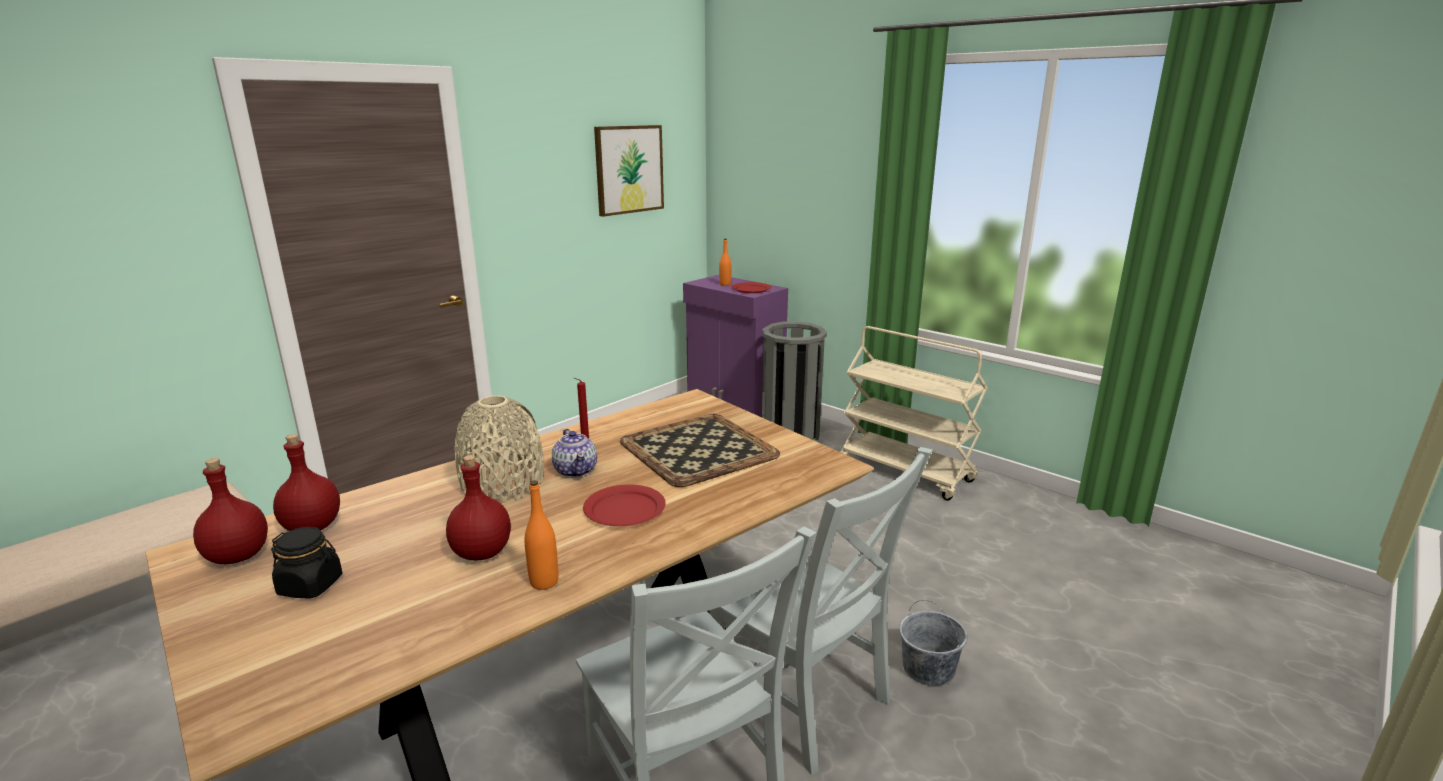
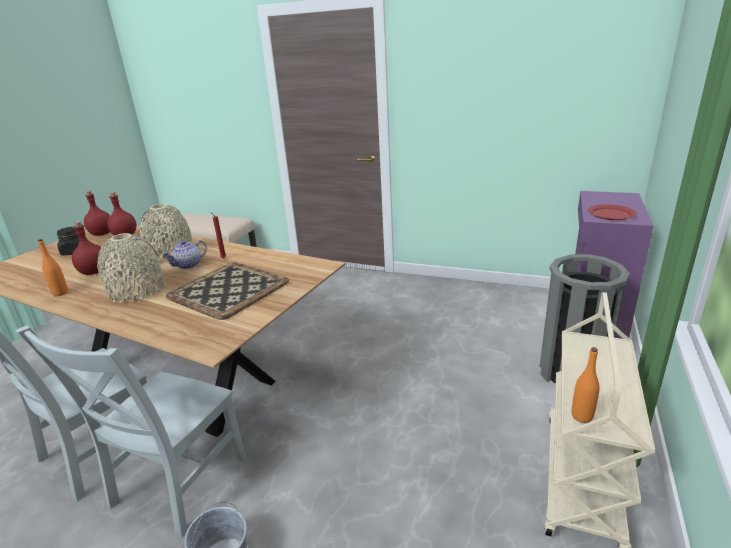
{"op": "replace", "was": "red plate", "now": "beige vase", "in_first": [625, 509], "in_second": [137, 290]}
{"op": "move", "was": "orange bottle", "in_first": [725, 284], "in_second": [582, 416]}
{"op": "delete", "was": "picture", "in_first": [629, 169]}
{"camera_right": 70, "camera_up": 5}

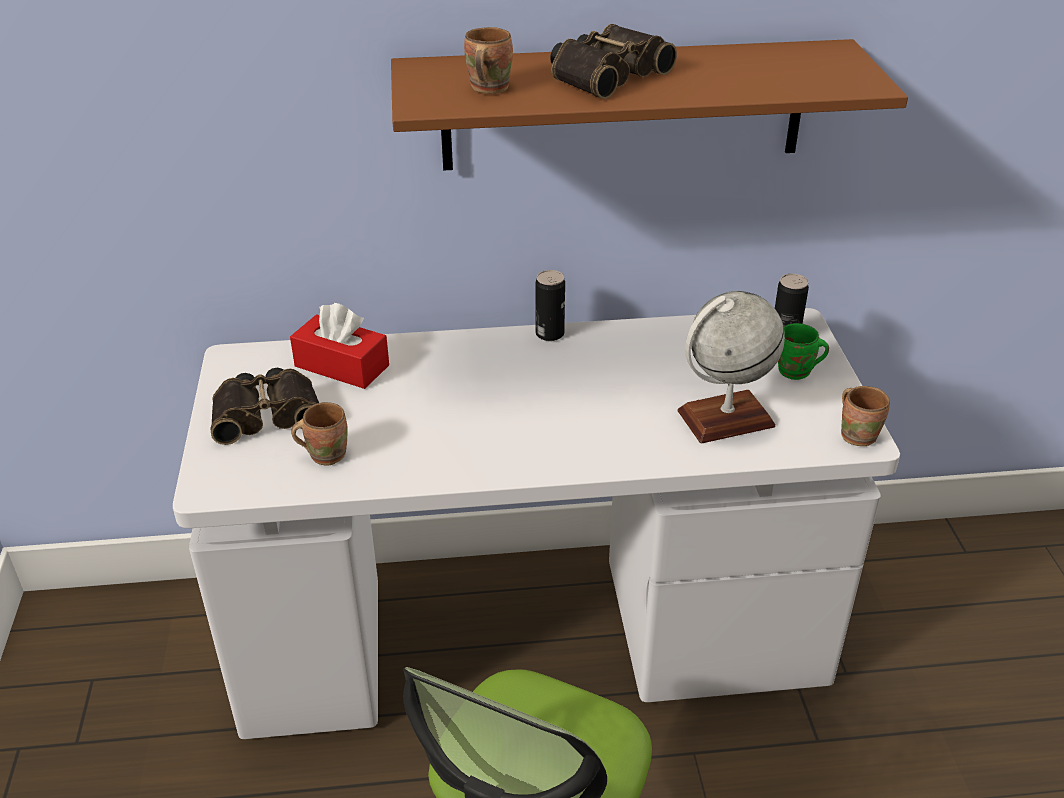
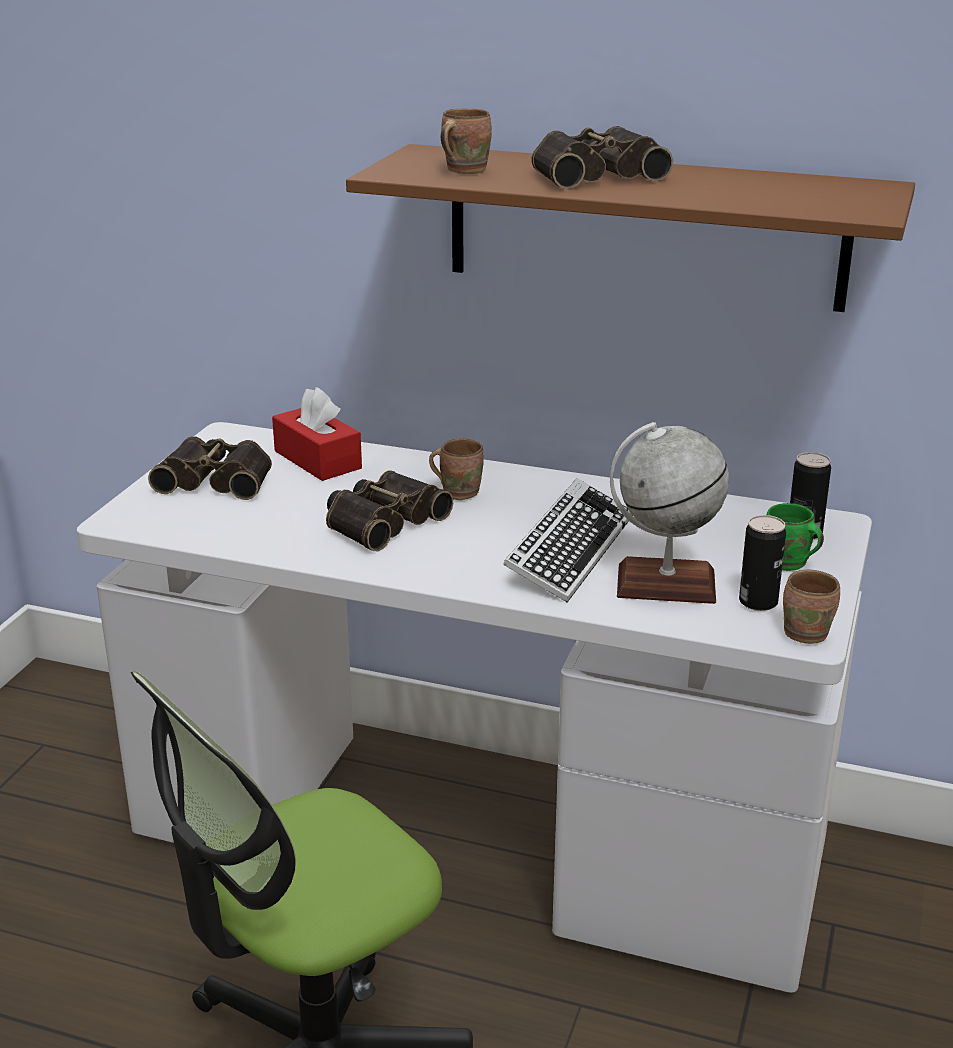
{"op": "insert", "now": "binoculars", "in_second": [382, 521]}
{"op": "move", "was": "brown mug", "in_first": [325, 454], "in_second": [459, 492]}
{"op": "insert", "now": "keyboard", "in_second": [569, 550]}
{"op": "move", "was": "can", "in_first": [549, 334], "in_second": [758, 602]}
{"camera_right": 25, "camera_up": -10}

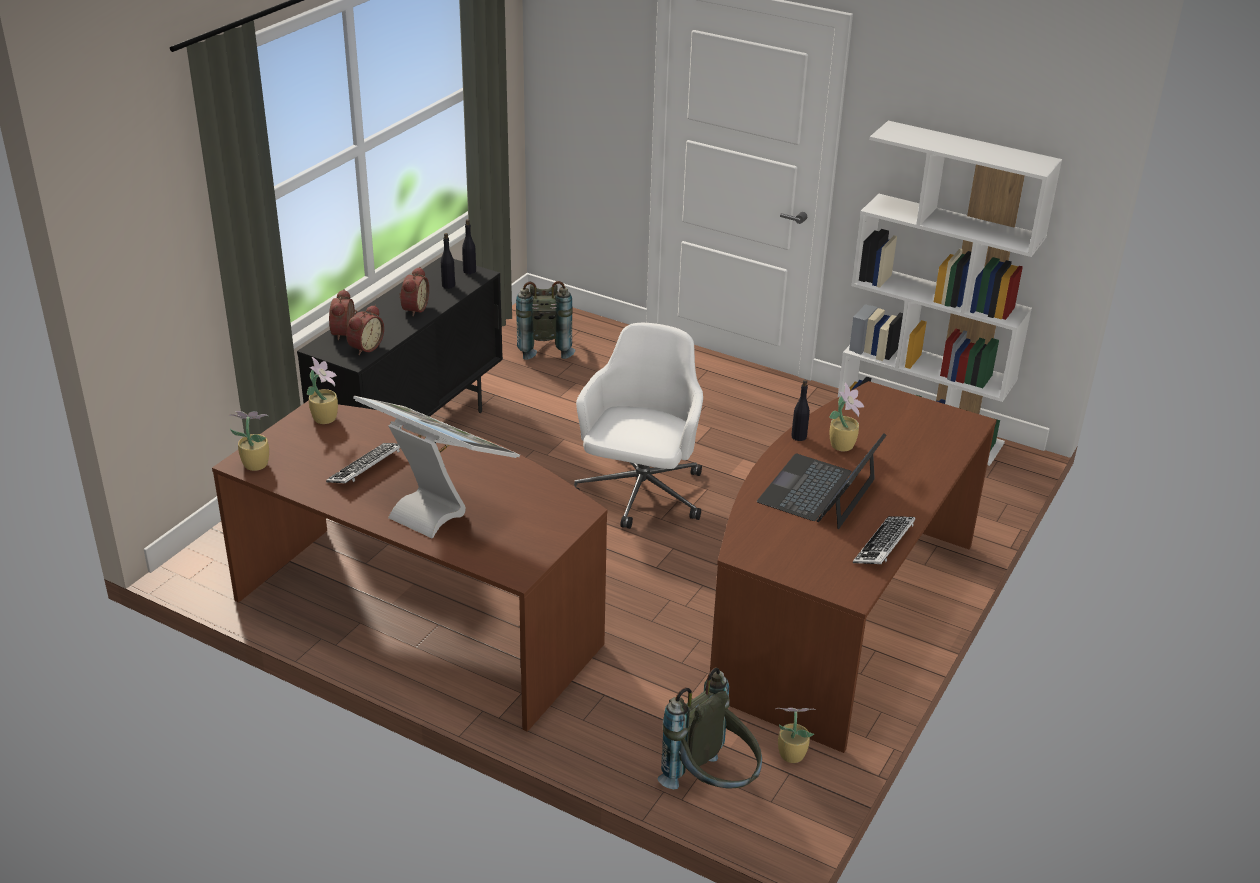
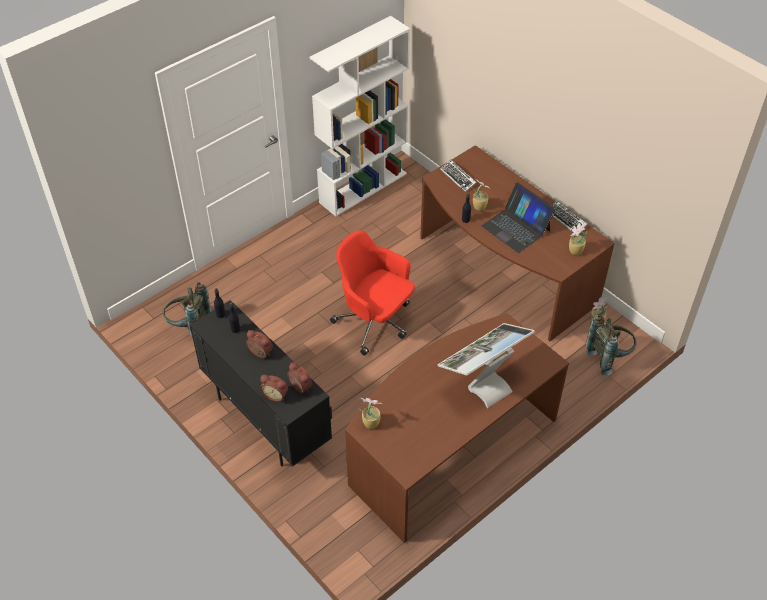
{"op": "recolor", "was": "white office chair", "now": "red office chair", "in_first": [640, 495], "in_second": [375, 322]}
{"op": "move", "was": "keyboard", "in_first": [366, 468], "in_second": [458, 177]}
{"op": "move", "was": "potted plant", "in_first": [254, 464], "in_second": [575, 251]}
{"camera_right": -70, "camera_up": 15}

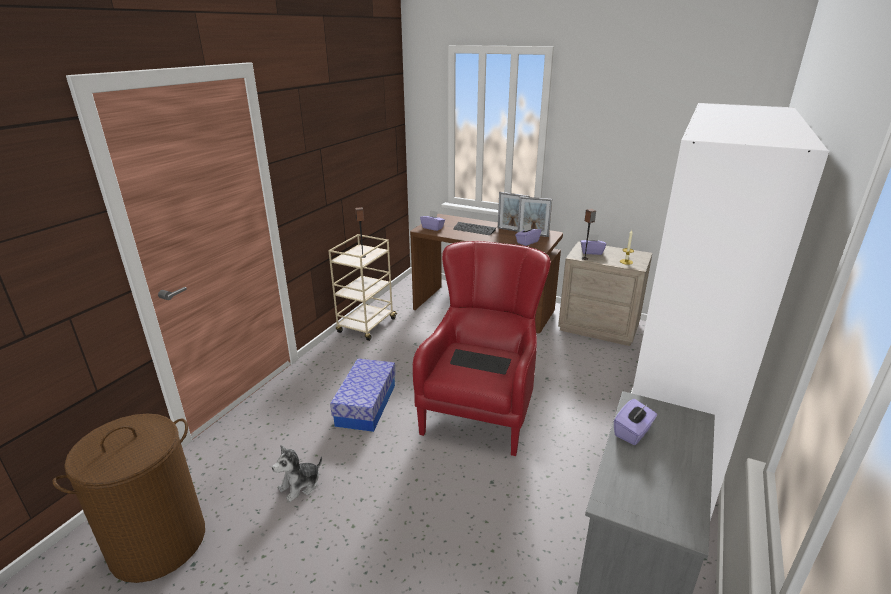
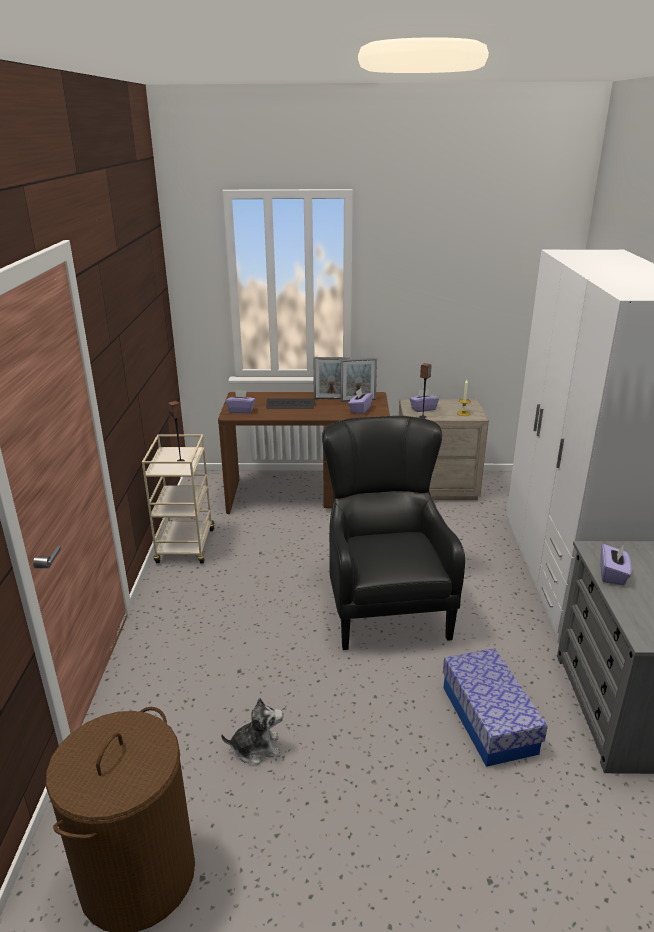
{"op": "rotate", "was": "plush toy", "in_first": [300, 485], "in_second": [256, 748], "clockwise": -120}
{"op": "recolor", "was": "red armchair", "now": "black armchair", "in_first": [481, 408], "in_second": [384, 603]}
{"op": "move", "was": "storage box", "in_first": [366, 405], "in_second": [488, 719]}
{"op": "delete", "was": "keyboard", "in_first": [480, 363]}
{"camera_right": -25, "camera_up": 0}

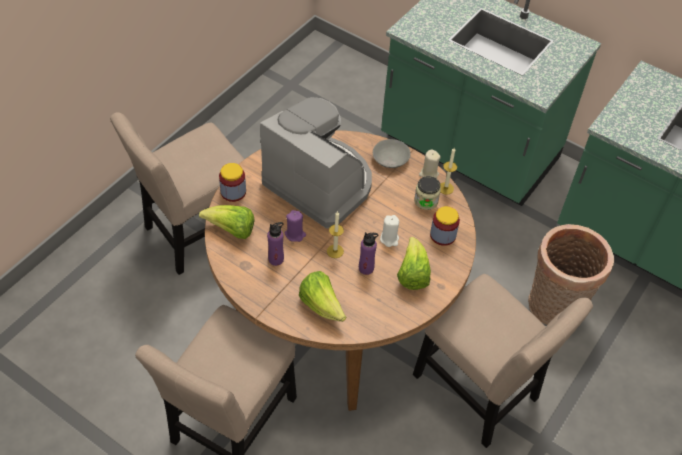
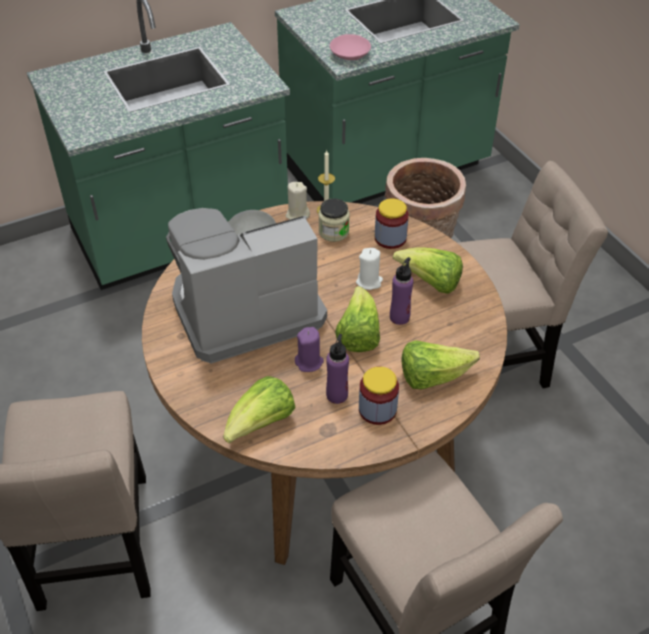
{"op": "insert", "now": "pink bowl", "in_second": [350, 55]}
{"op": "replace", "was": "candle", "now": "lettuce", "in_first": [335, 251], "in_second": [358, 335]}
{"op": "move", "was": "jar", "in_first": [233, 192], "in_second": [377, 409]}
{"camera_right": -60, "camera_up": -5}

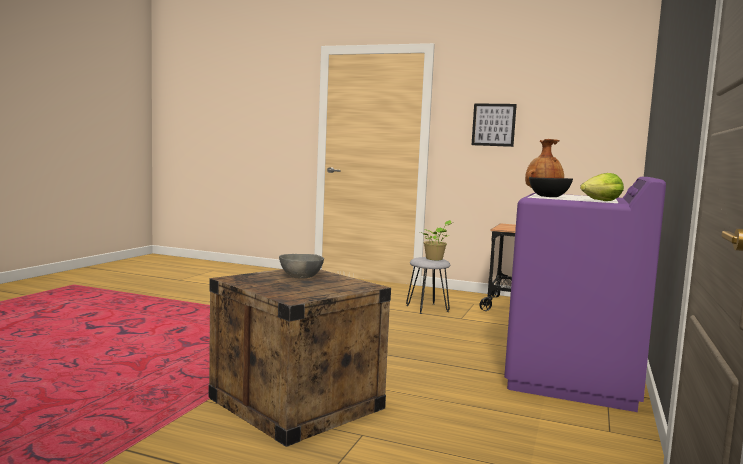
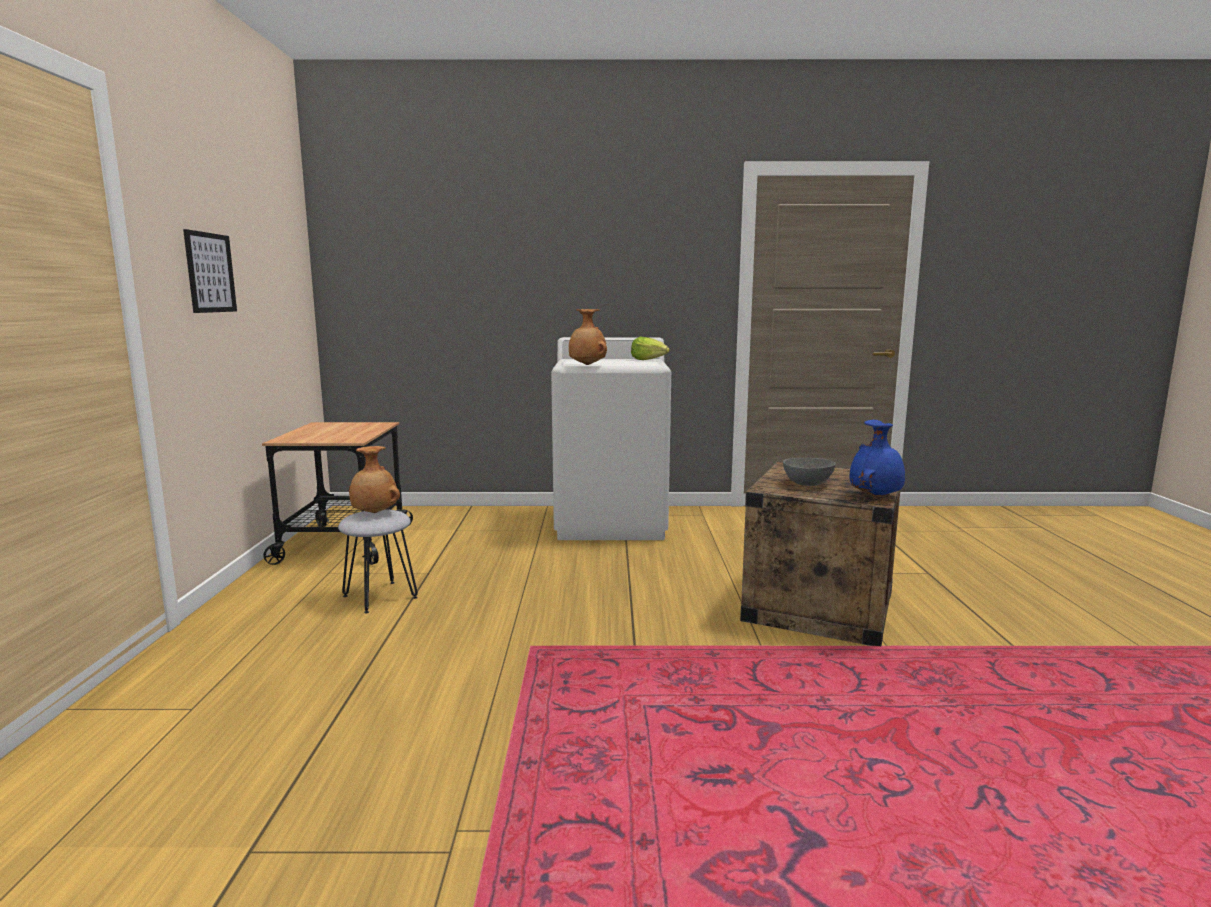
{"op": "replace", "was": "potted plant", "now": "brown vase", "in_first": [435, 259], "in_second": [374, 513]}
{"op": "recolor", "was": "purple washing machine", "now": "white washing machine", "in_first": [572, 380], "in_second": [611, 523]}
{"op": "insert", "now": "blue vase", "in_second": [876, 496]}
{"op": "delete", "was": "black bowl", "in_first": [549, 197]}
{"camera_right": -110, "camera_up": 5}

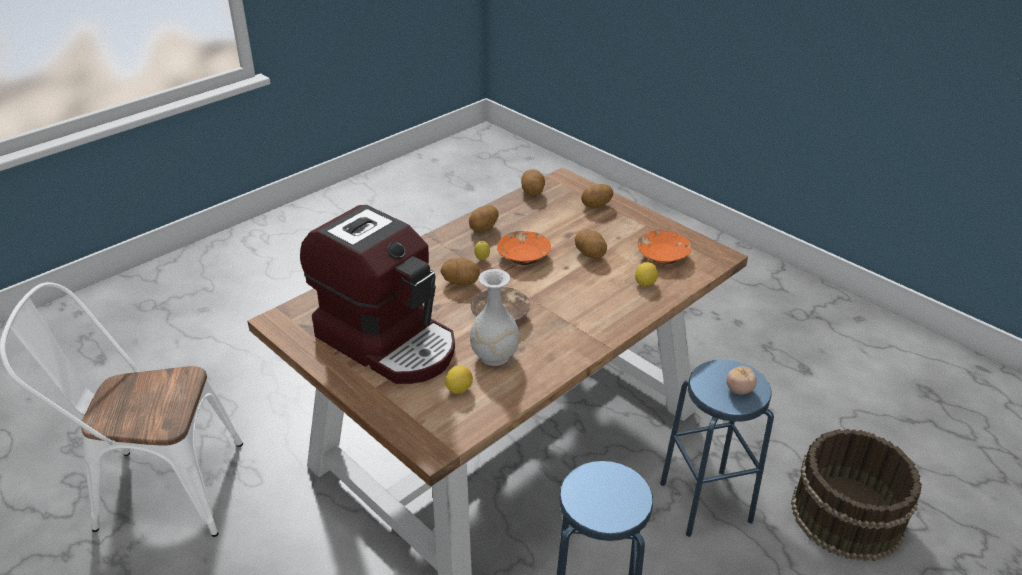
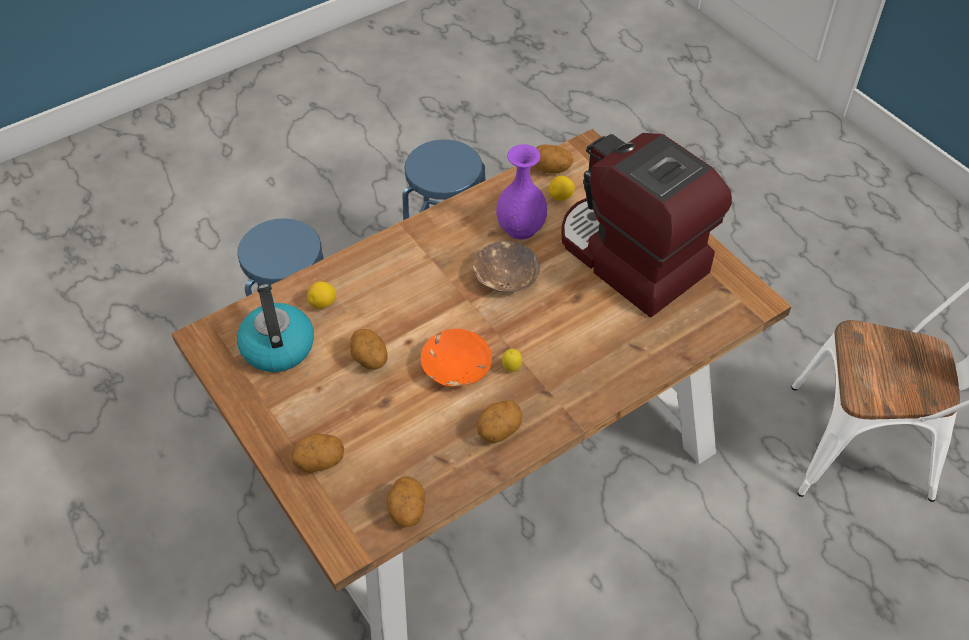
{"op": "replace", "was": "orange bowl", "now": "kettle", "in_first": [663, 256], "in_second": [277, 346]}
{"op": "recolor", "was": "white vase", "now": "purple vase", "in_first": [494, 356], "in_second": [521, 228]}
{"op": "move", "was": "potato", "in_first": [460, 282], "in_second": [550, 170]}
{"op": "delete", "was": "tomato", "in_first": [739, 390]}
{"op": "delete", "was": "brown bucket", "in_first": [845, 515]}
{"camera_right": -170, "camera_up": 15}

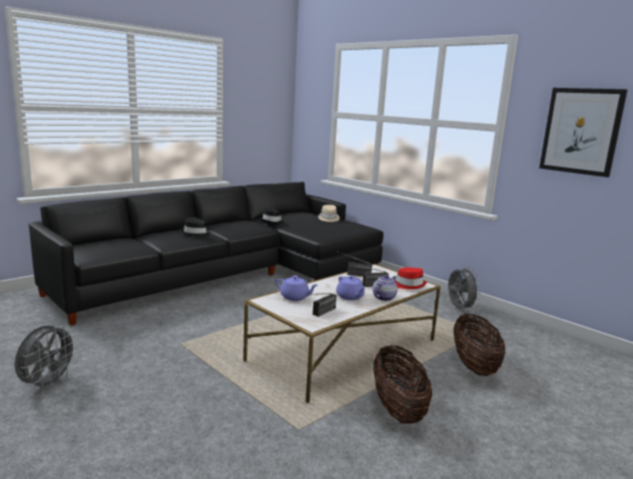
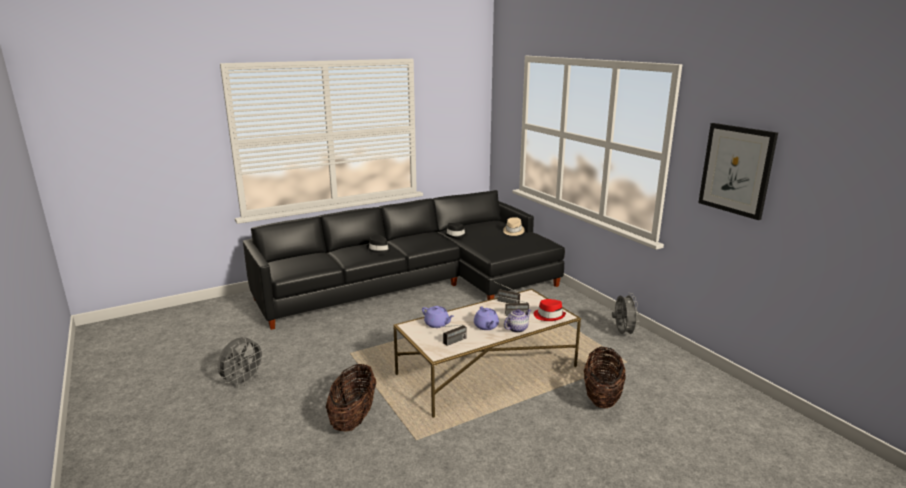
{"op": "move", "was": "basket", "in_first": [397, 409], "in_second": [353, 418]}
{"camera_right": 15, "camera_up": 5}

